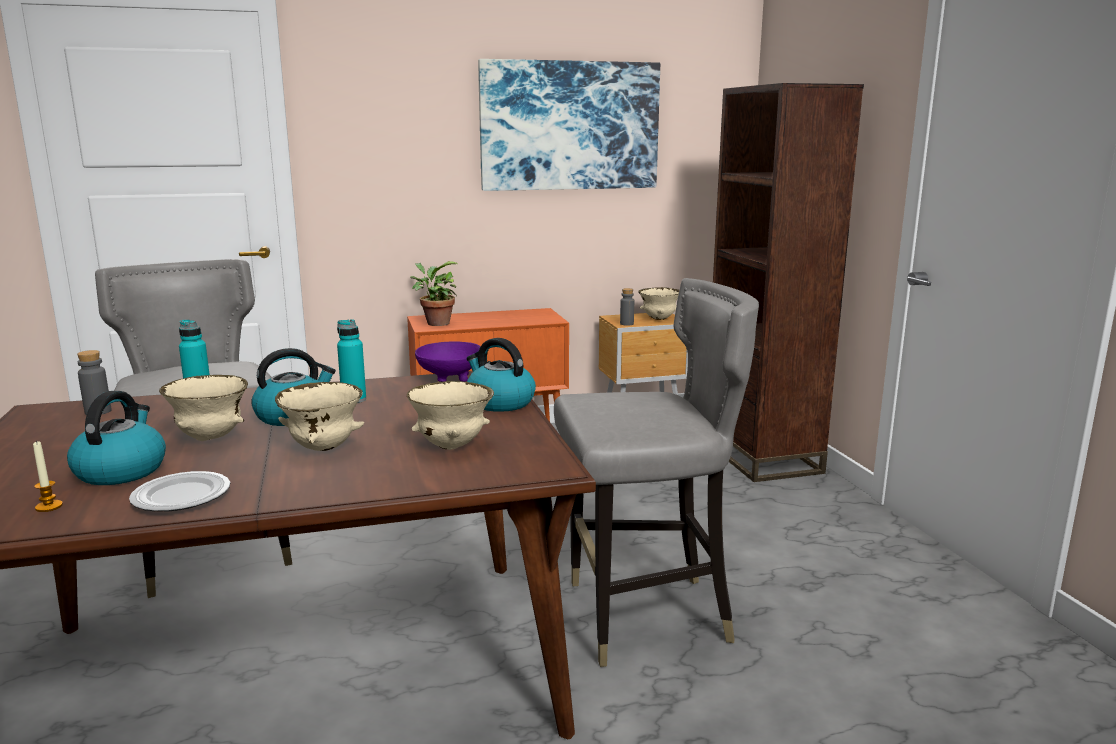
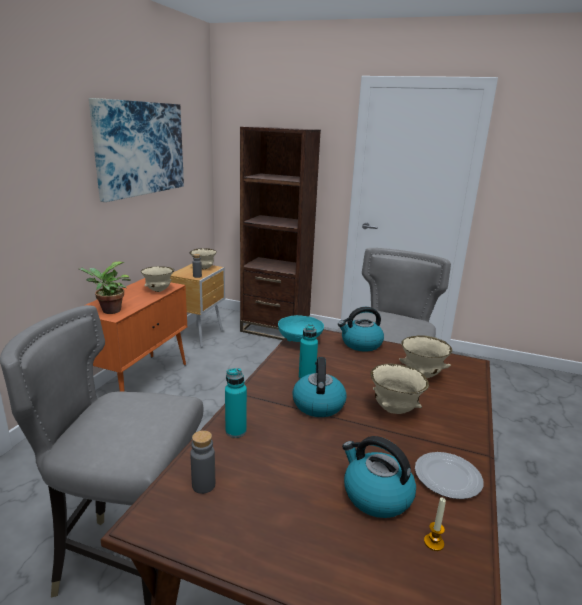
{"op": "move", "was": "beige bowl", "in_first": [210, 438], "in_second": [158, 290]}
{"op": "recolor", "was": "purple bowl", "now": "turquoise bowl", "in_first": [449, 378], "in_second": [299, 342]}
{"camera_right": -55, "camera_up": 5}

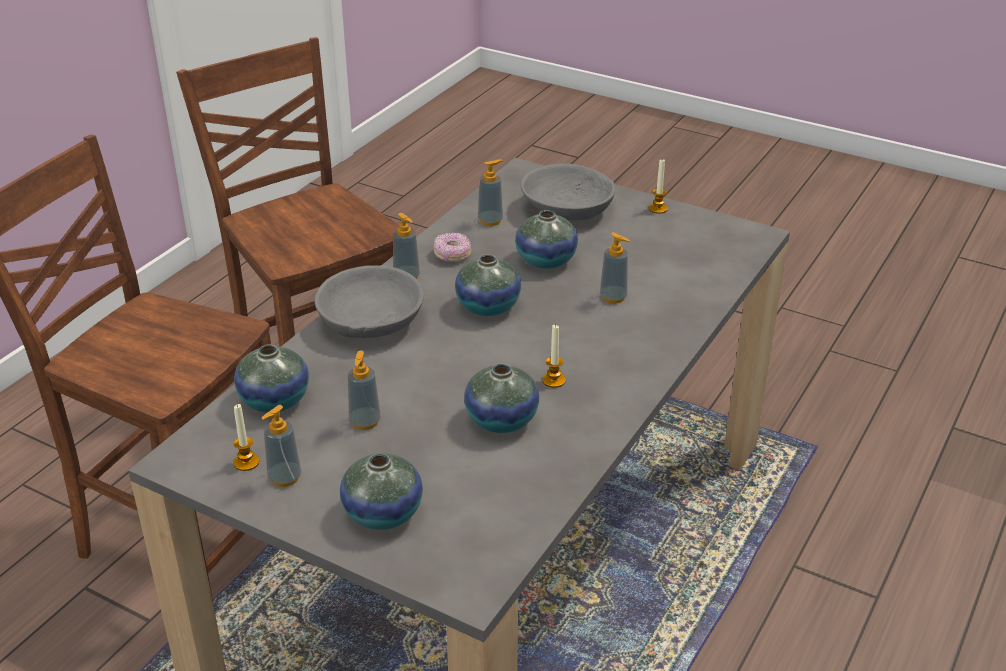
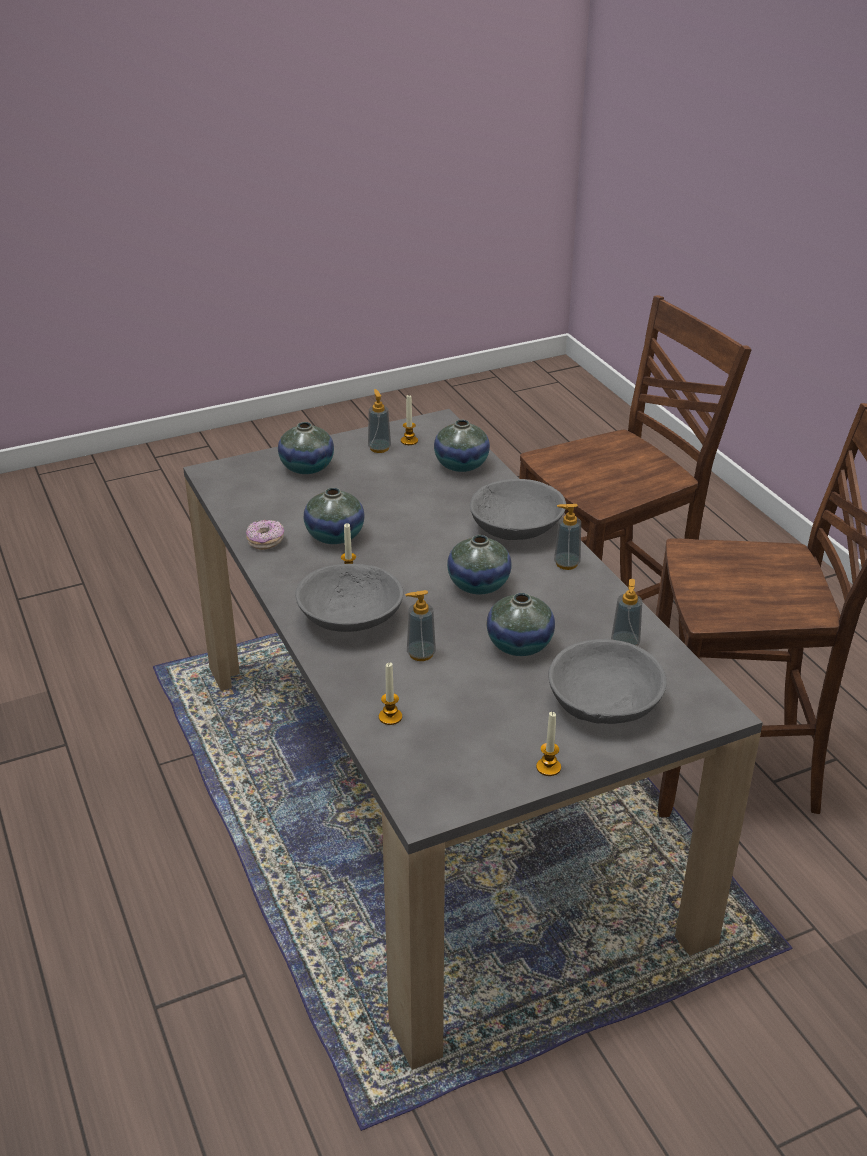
{"op": "move", "was": "donut", "in_first": [452, 255], "in_second": [265, 541]}
{"op": "insert", "now": "grey bowl", "in_second": [350, 617]}
{"op": "insert", "now": "candle", "in_second": [390, 717]}
{"op": "delete", "was": "soap dispenser", "in_first": [365, 422]}
{"camera_right": 125, "camera_up": 0}

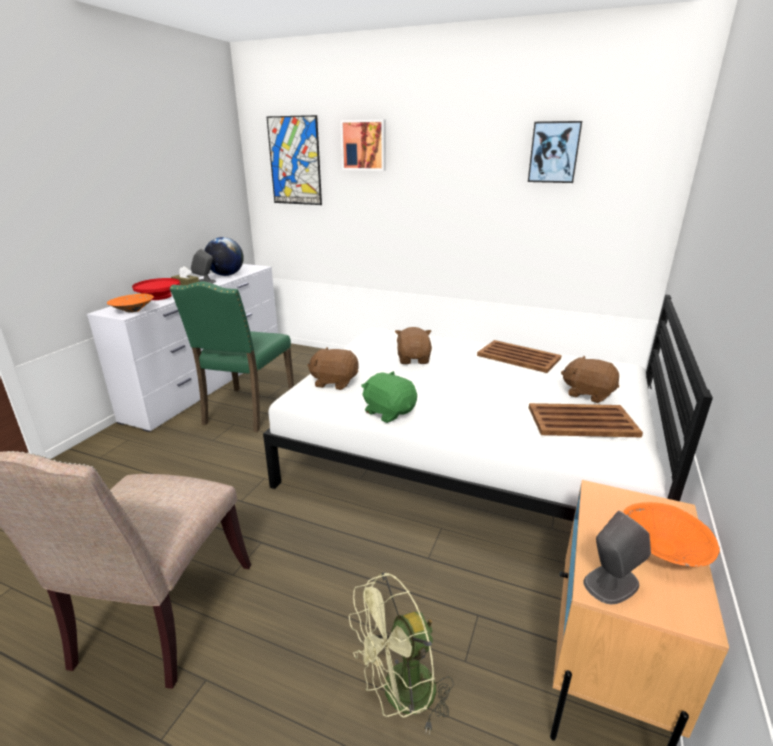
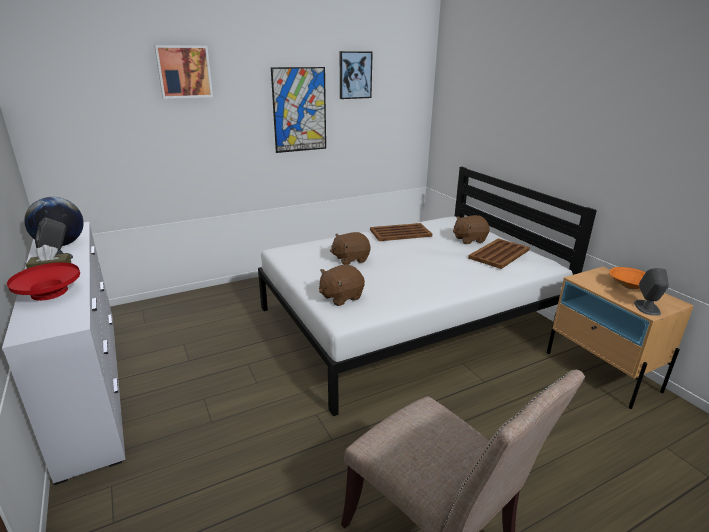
{"op": "move", "was": "picture", "in_first": [295, 161], "in_second": [299, 110]}
{"op": "rotate", "was": "brown plush toy", "in_first": [414, 359], "in_second": [350, 259], "clockwise": -60}
{"op": "delete", "was": "orange bowl", "in_first": [132, 311]}
{"op": "delete", "was": "green chair", "in_first": [247, 410]}
{"op": "delete", "was": "green fan", "in_first": [400, 696]}
{"op": "delete", "was": "green plush toy", "in_first": [389, 412]}
{"camera_right": -50, "camera_up": 0}

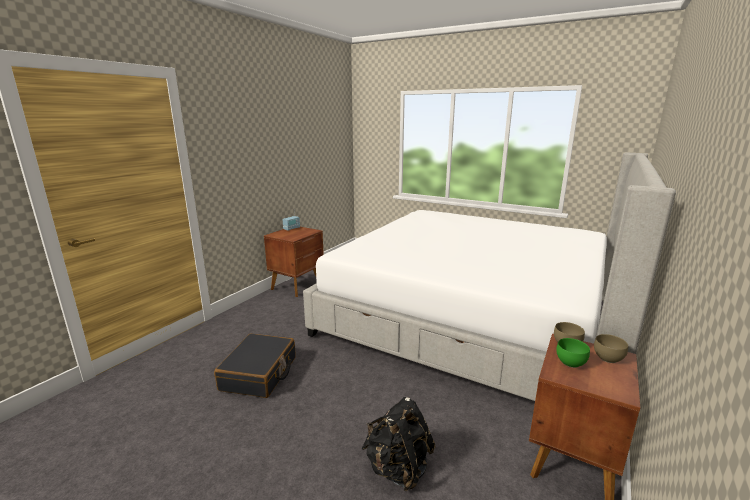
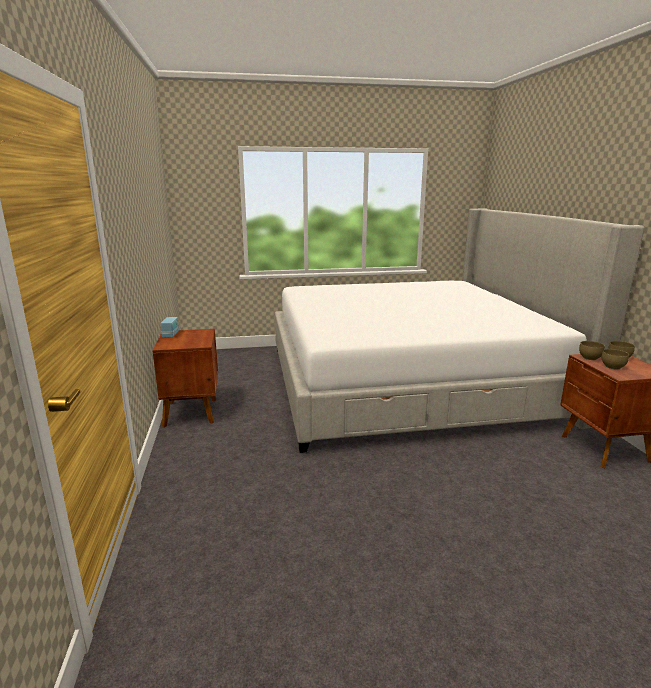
{"op": "recolor", "was": "green bowl", "now": "brown bowl", "in_first": [571, 363], "in_second": [613, 367]}
{"op": "delete", "was": "black suitcase", "in_first": [259, 374]}
{"op": "delete", "was": "black backpack", "in_first": [398, 468]}
{"camera_right": -40, "camera_up": 0}

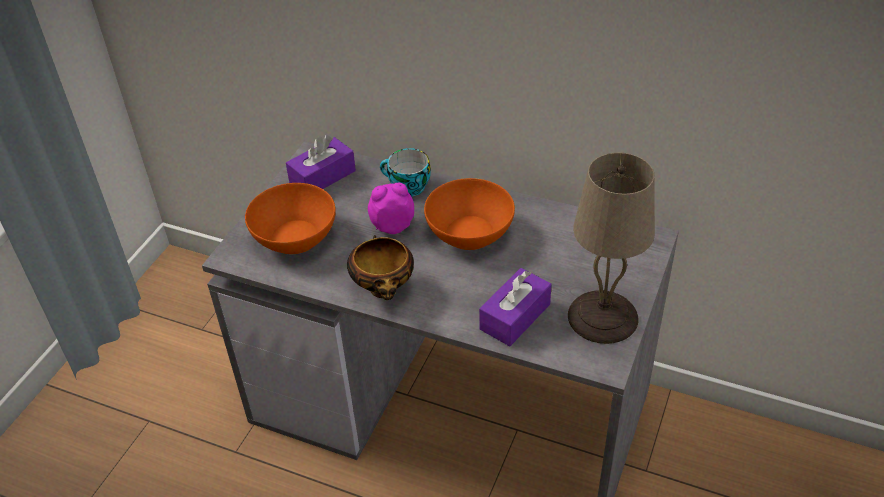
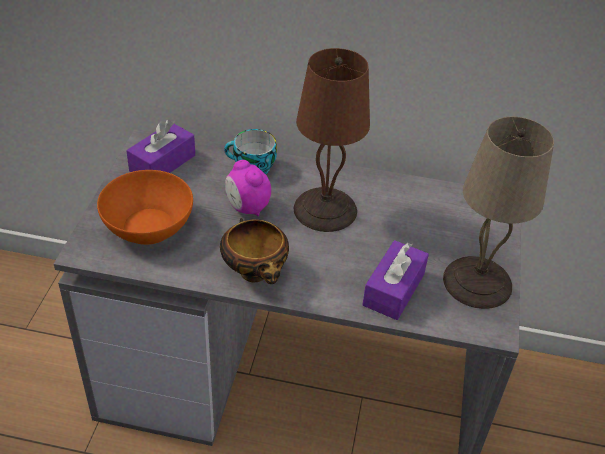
{"op": "rotate", "was": "alarm clock", "in_first": [392, 226], "in_second": [247, 208], "clockwise": -105}
{"op": "replace", "was": "orange bowl", "now": "brown table lamp", "in_first": [470, 233], "in_second": [326, 210]}
{"camera_right": -15, "camera_up": 0}

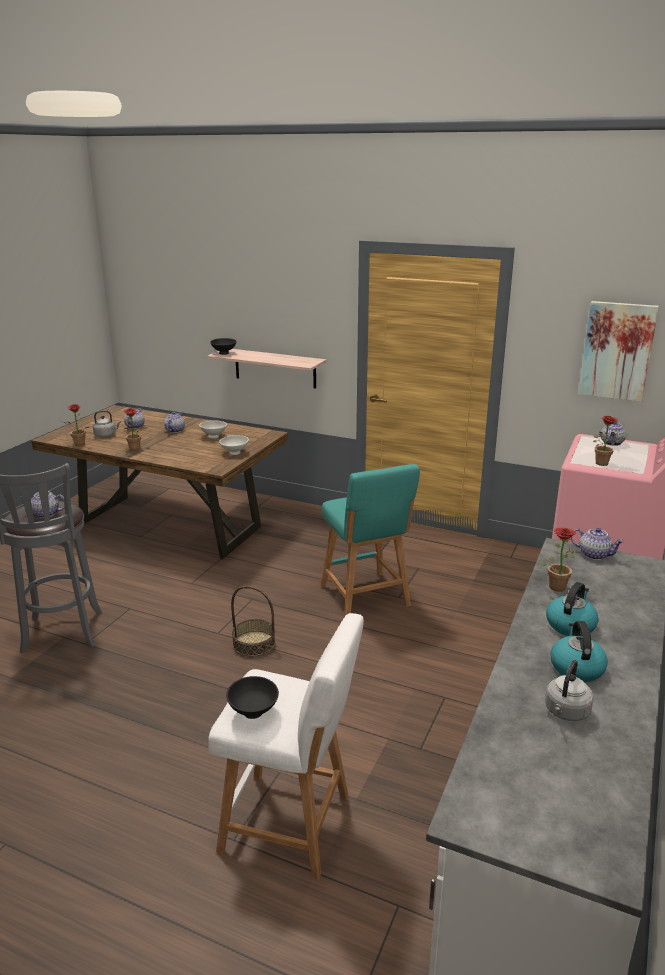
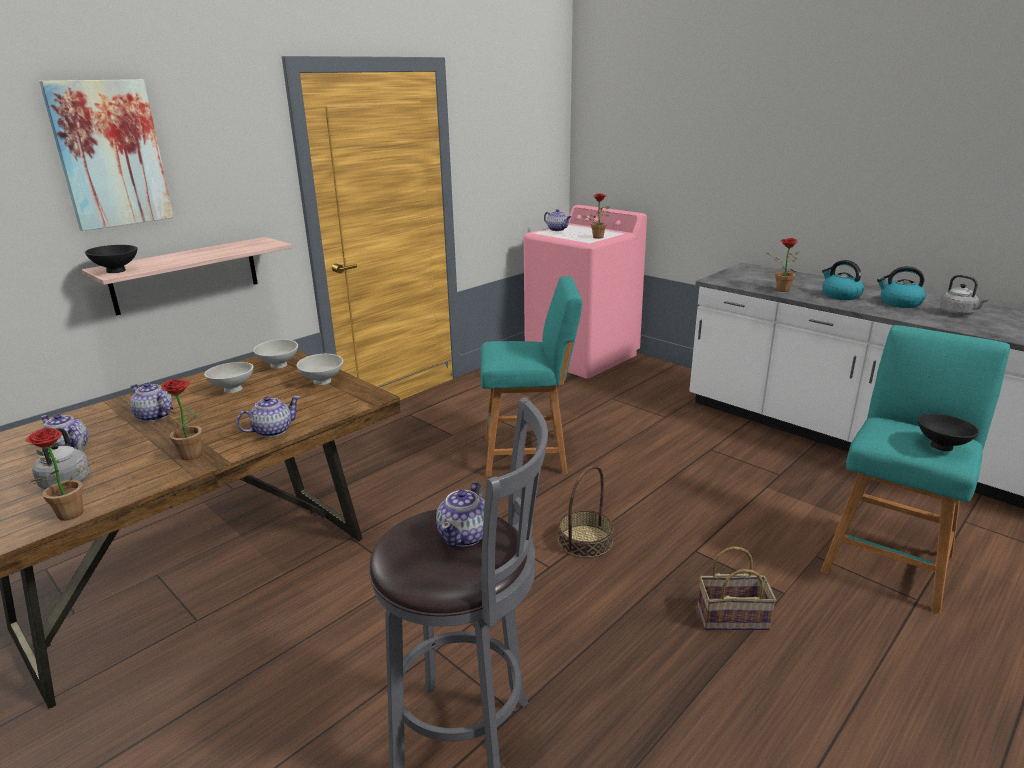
{"op": "move", "was": "picture", "in_first": [617, 351], "in_second": [110, 154]}
{"op": "move", "was": "teapot", "in_first": [594, 554], "in_second": [272, 431]}
{"op": "insert", "now": "white bowl", "in_second": [280, 365]}
{"op": "insert", "now": "basket", "in_second": [734, 617]}
{"op": "recolor", "was": "white stool", "now": "turquoise stool", "in_first": [292, 824], "in_second": [888, 559]}
{"camera_right": -70, "camera_up": 0}

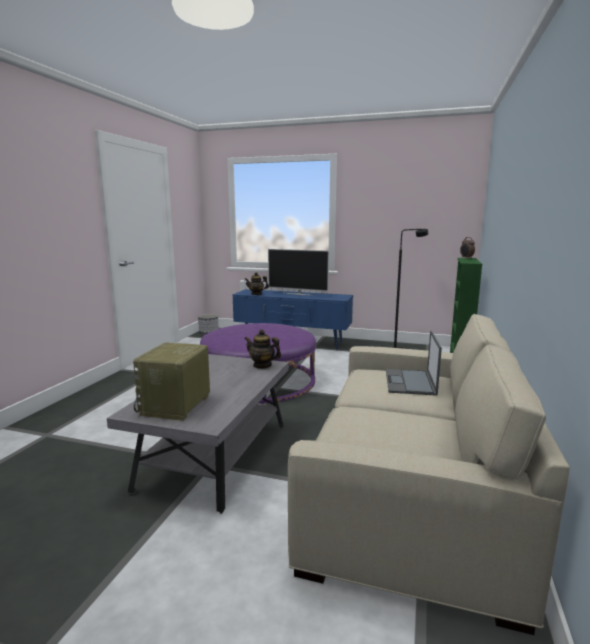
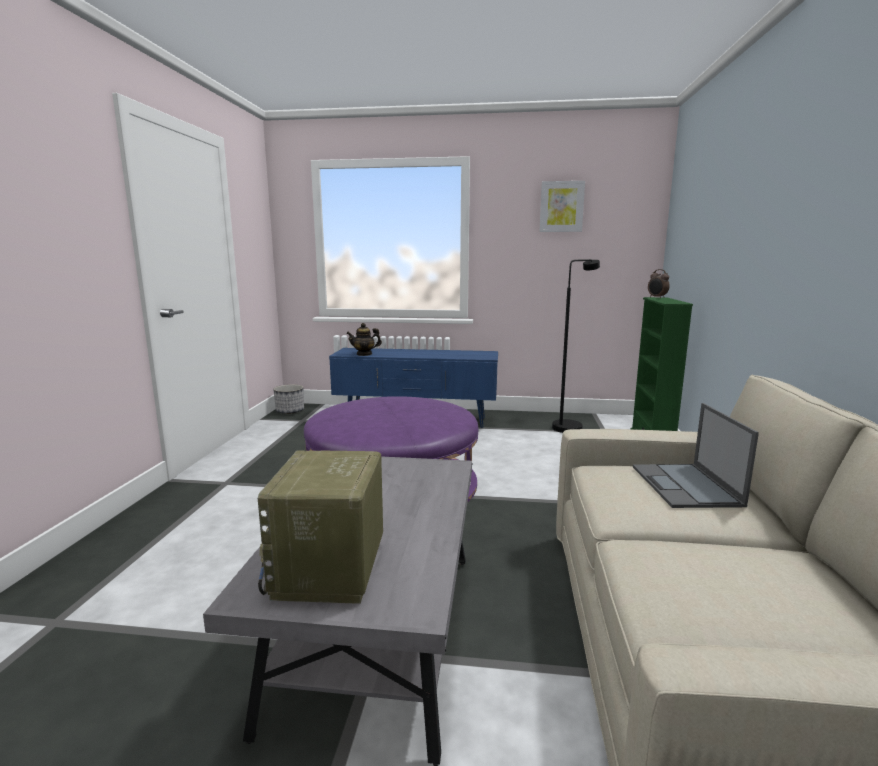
{"op": "insert", "now": "picture", "in_second": [561, 206]}
{"op": "delete", "was": "teapot", "in_first": [262, 365]}
{"op": "delete", "was": "television", "in_first": [298, 294]}
{"camera_right": -10, "camera_up": 0}

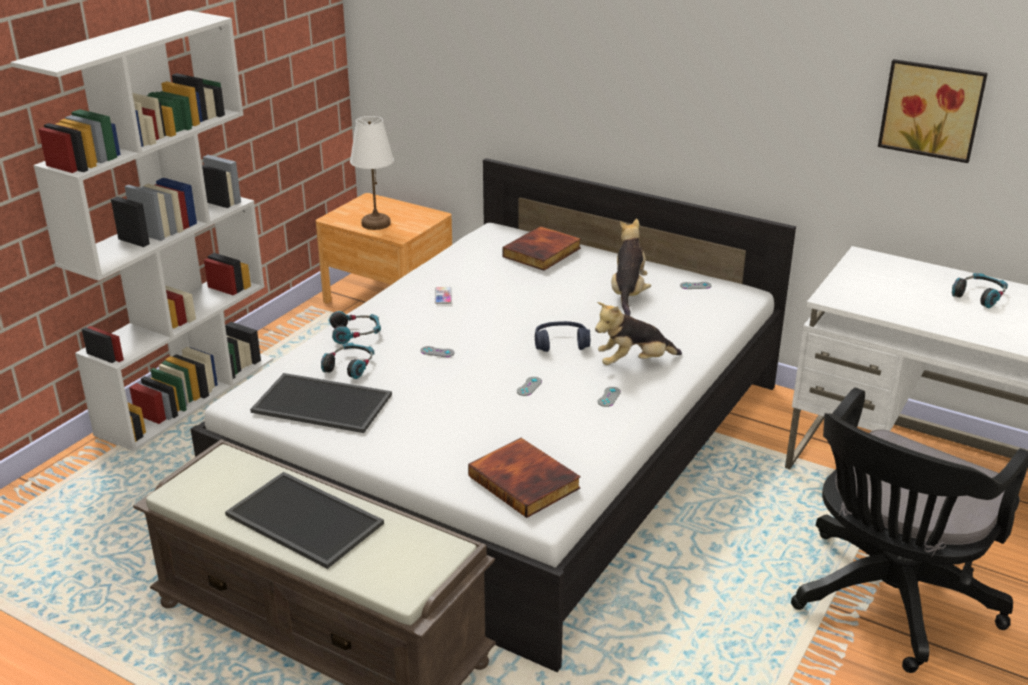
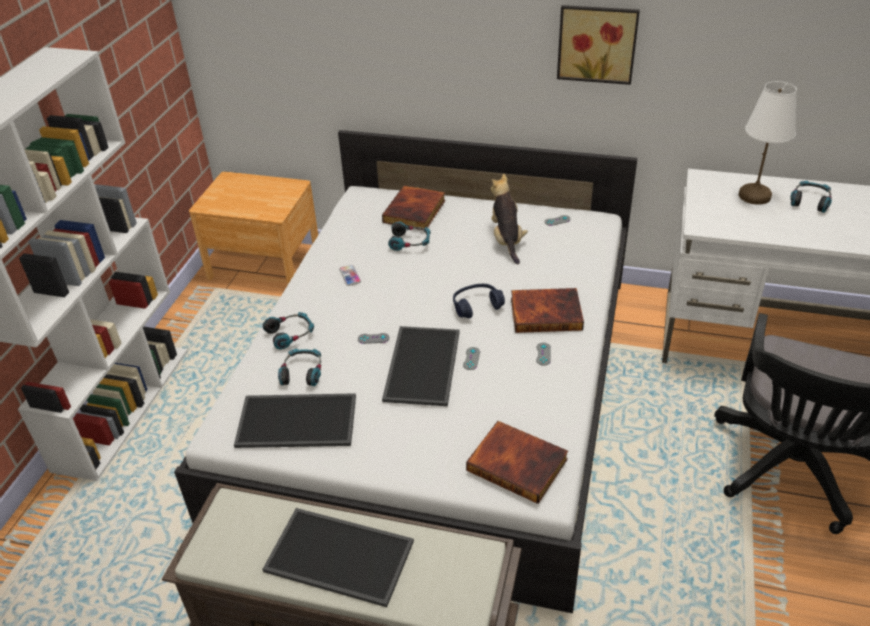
{"op": "insert", "now": "tray", "in_second": [420, 364]}
{"op": "insert", "now": "headphones", "in_second": [410, 242]}
{"op": "replace", "was": "plush toy", "now": "book", "in_first": [634, 363], "in_second": [546, 313]}
{"op": "move", "was": "picture", "in_first": [932, 109], "in_second": [597, 43]}
{"op": "move", "was": "white table lamp", "in_first": [376, 224], "in_second": [755, 196]}
{"camera_right": -15, "camera_up": 10}

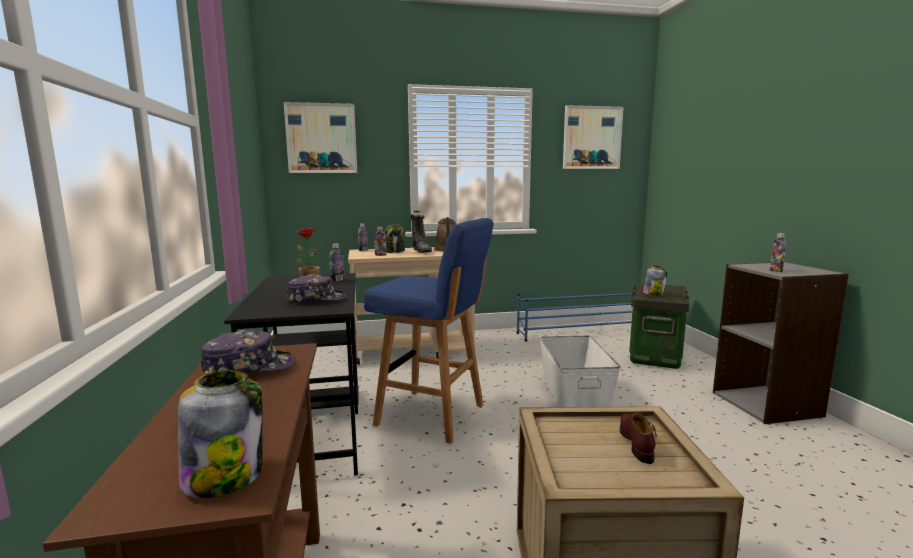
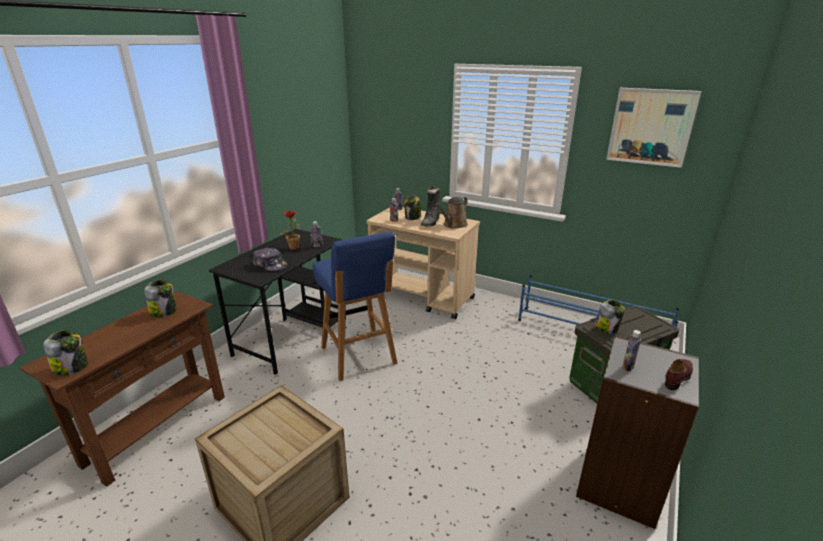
{"op": "replace", "was": "cap", "now": "jar", "in_first": [249, 368], "in_second": [164, 311]}
{"op": "move", "was": "brown shoe", "in_first": [636, 442], "in_second": [678, 377]}
{"op": "delete", "was": "picture", "in_first": [321, 138]}
{"op": "delete", "was": "white storage box", "in_first": [575, 397]}
{"camera_right": 40, "camera_up": 15}

